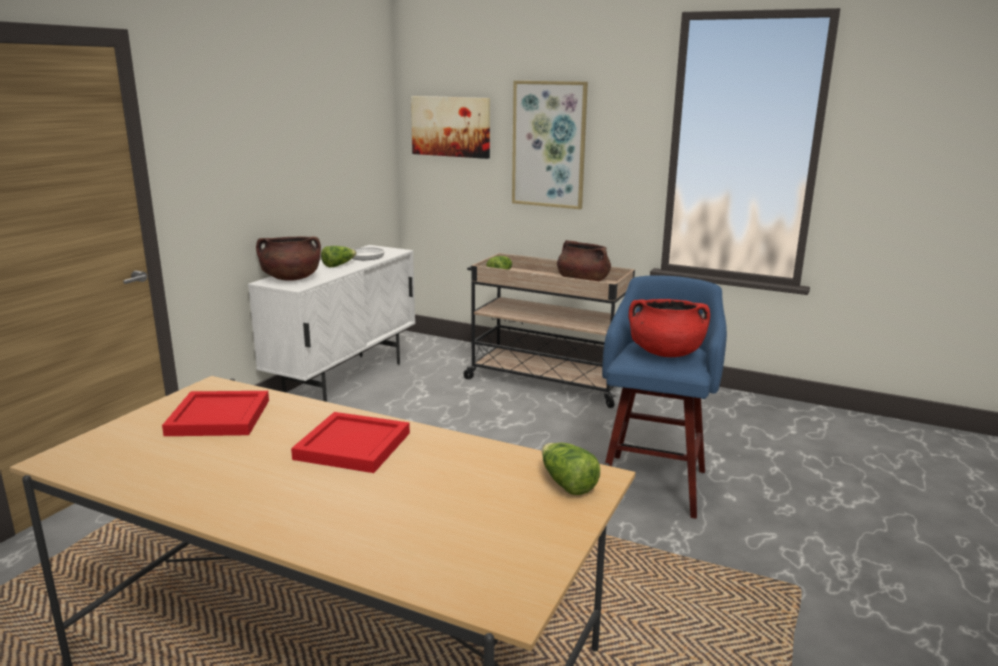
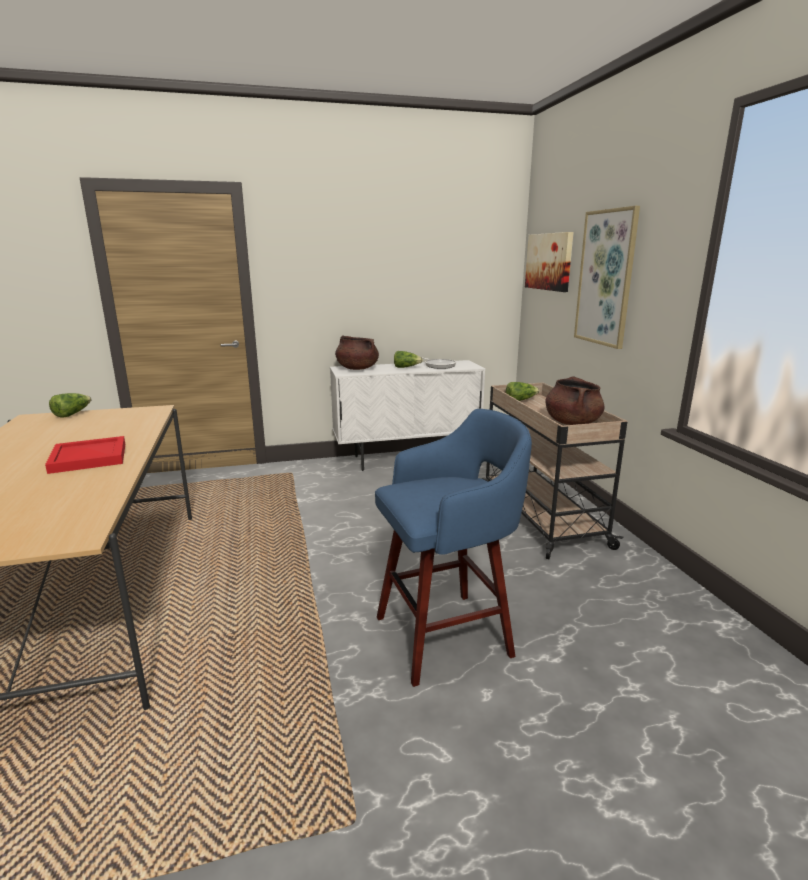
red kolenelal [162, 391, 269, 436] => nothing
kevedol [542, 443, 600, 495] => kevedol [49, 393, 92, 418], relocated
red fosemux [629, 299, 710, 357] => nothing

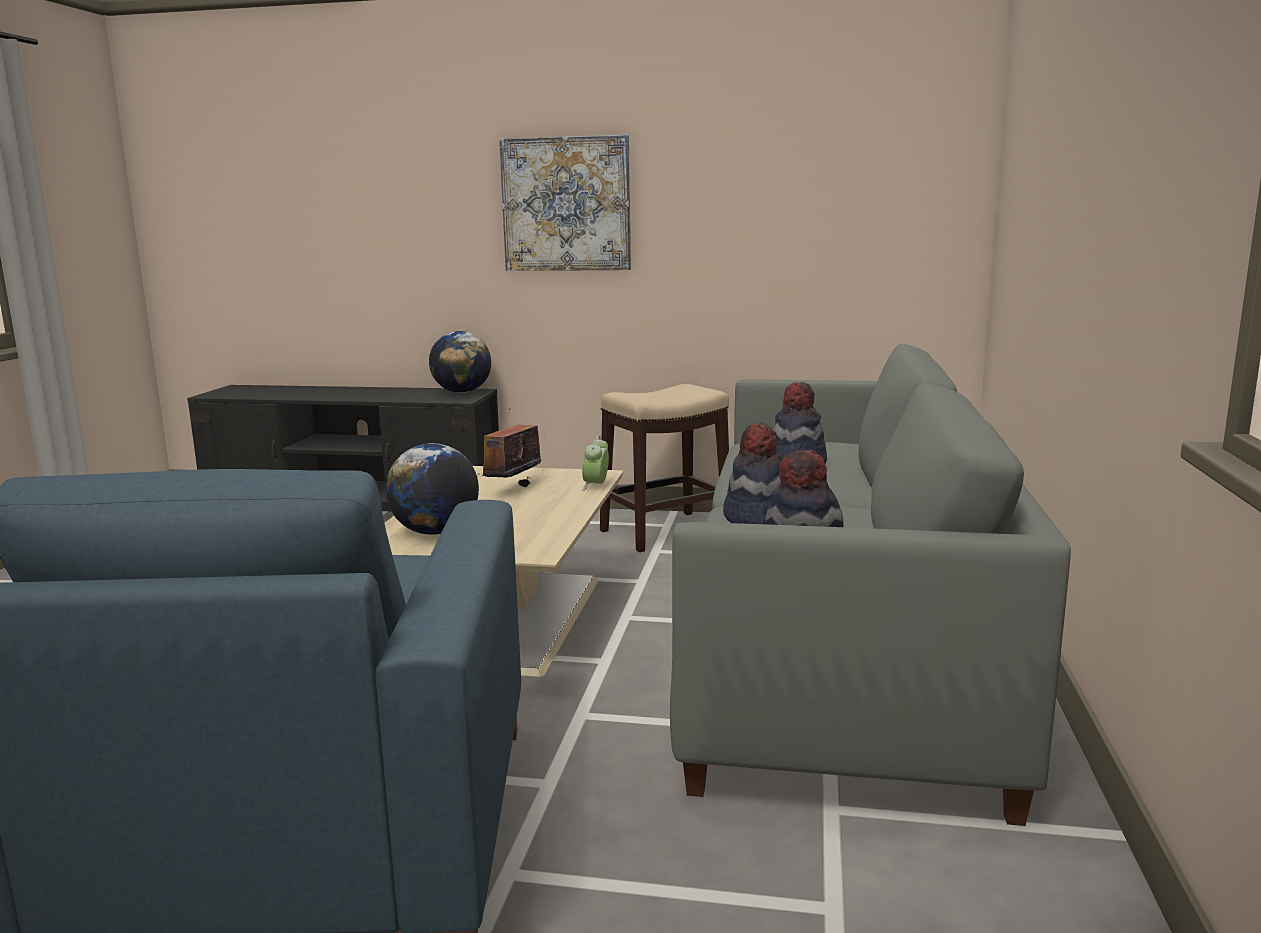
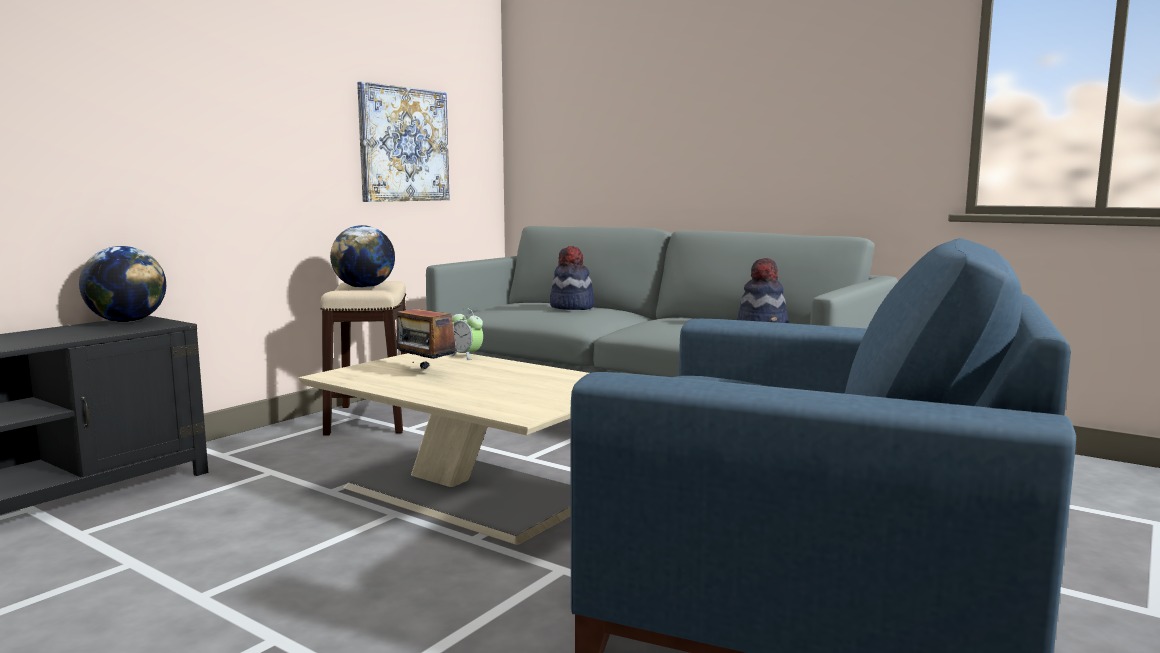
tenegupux [385, 443, 479, 535] => tenegupux [330, 225, 395, 288], relocated
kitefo [499, 134, 631, 271] => kitefo [357, 82, 450, 202], relocated
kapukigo [723, 422, 783, 524] => nothing

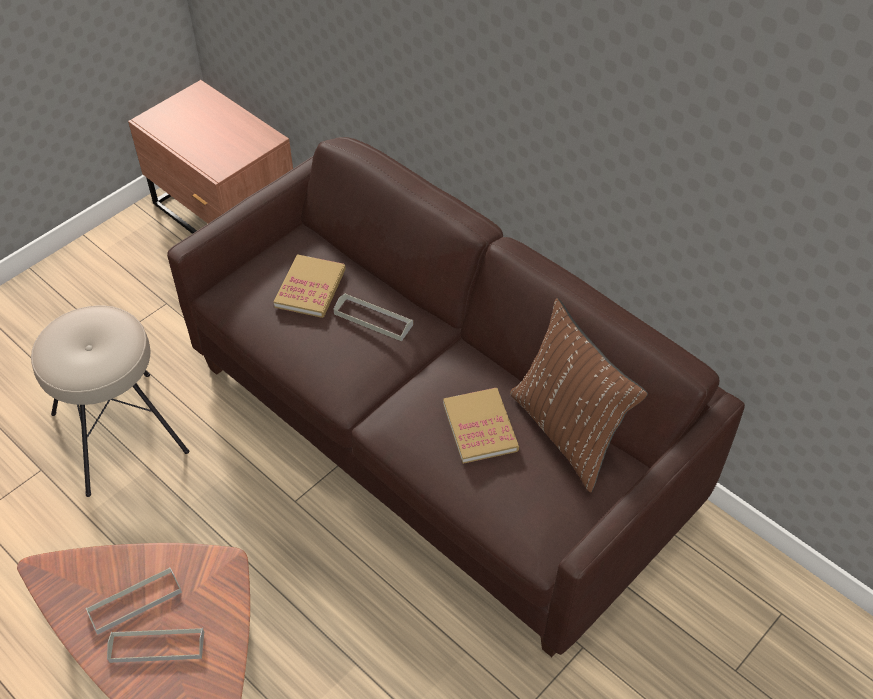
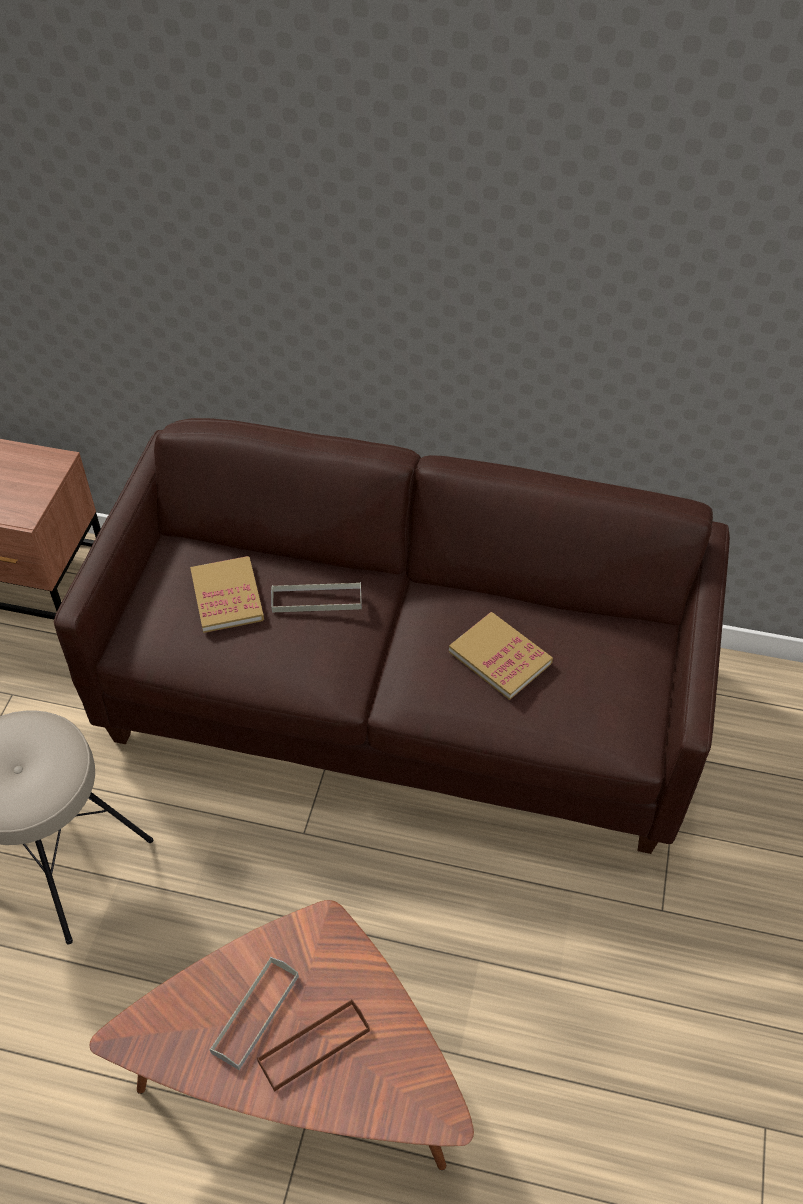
grey kolenelal [107, 628, 204, 663] => brown kolenelal [257, 999, 370, 1092]
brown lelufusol [510, 298, 648, 493] => nothing

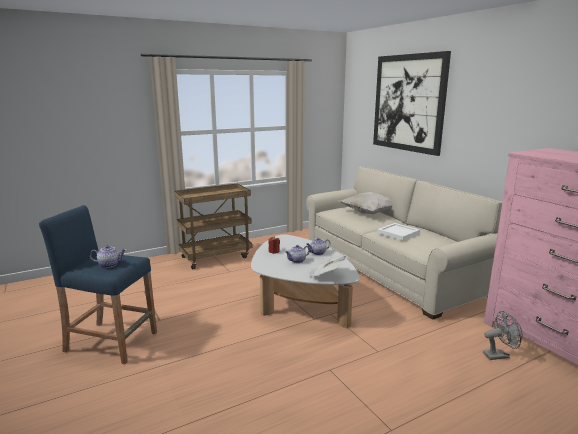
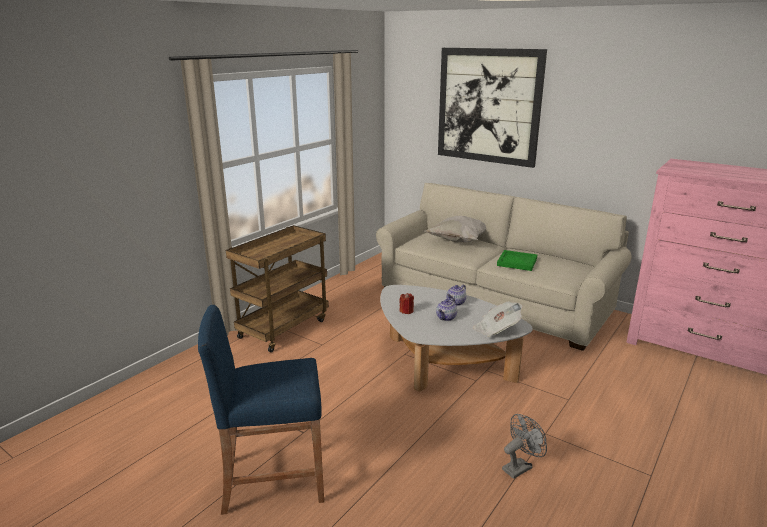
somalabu [90, 245, 126, 268] => nothing
white kolenelal [377, 223, 420, 241] => green kolenelal [497, 250, 537, 271]
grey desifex [483, 311, 523, 360] => grey desifex [502, 414, 547, 479], relocated

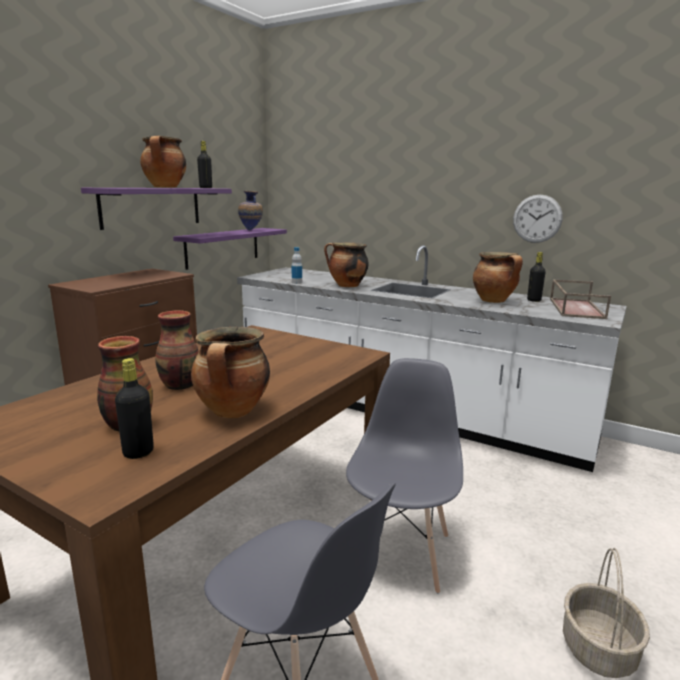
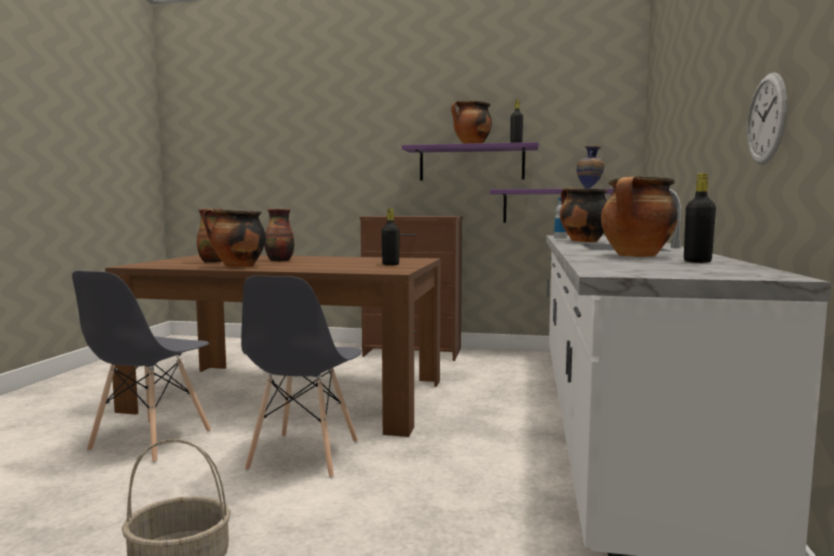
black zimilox [115, 358, 154, 459] => black zimilox [382, 209, 400, 266], relocated
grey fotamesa [346, 358, 463, 594] => grey fotamesa [241, 276, 362, 478], 105 degrees clockwise
brown kolenelal [550, 280, 611, 319] => nothing

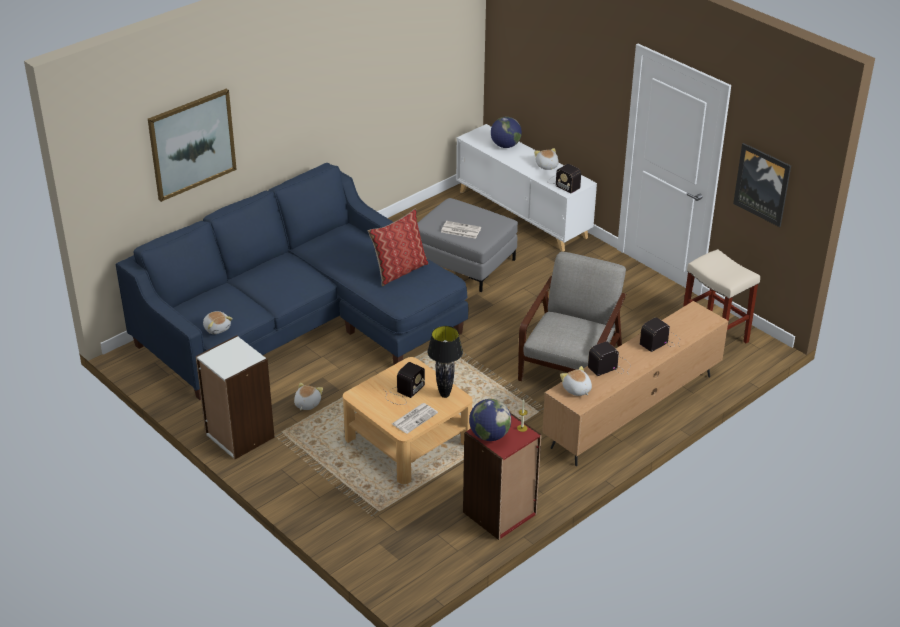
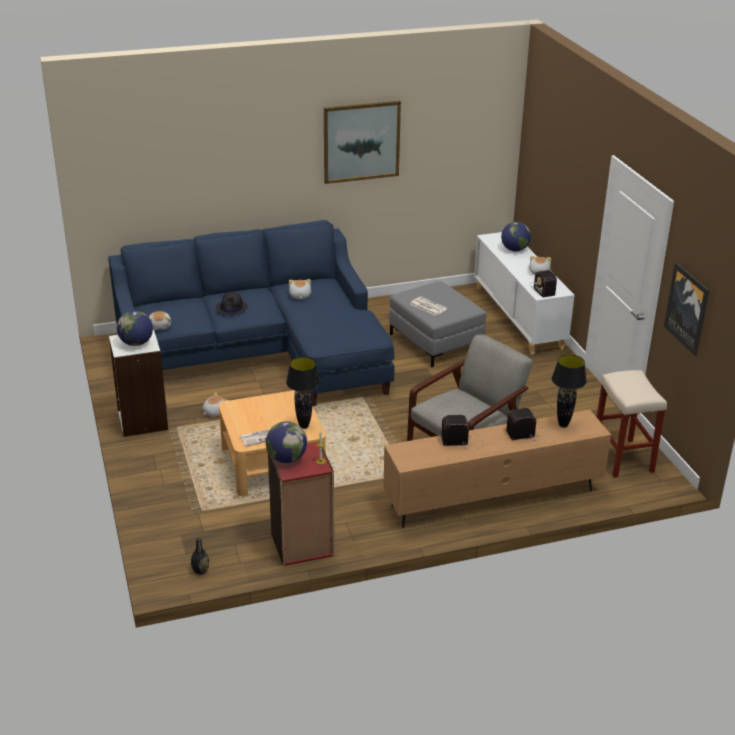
kitefo [148, 89, 237, 202] => kitefo [324, 101, 401, 184], relocated
lelufusol [368, 208, 429, 286] => nothing
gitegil [384, 362, 425, 405] => nothing
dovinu [560, 366, 592, 396] => dovinu [289, 279, 311, 299], relocated
nothing => tenegupux [117, 310, 153, 346]
nothing => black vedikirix [191, 538, 209, 574]
nothing => black kapukigo [215, 292, 248, 315]
nothing => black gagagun [551, 354, 587, 428]

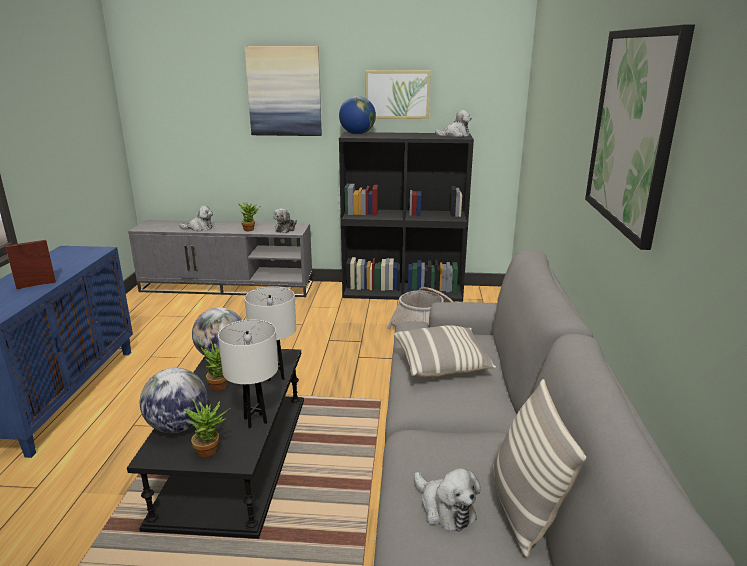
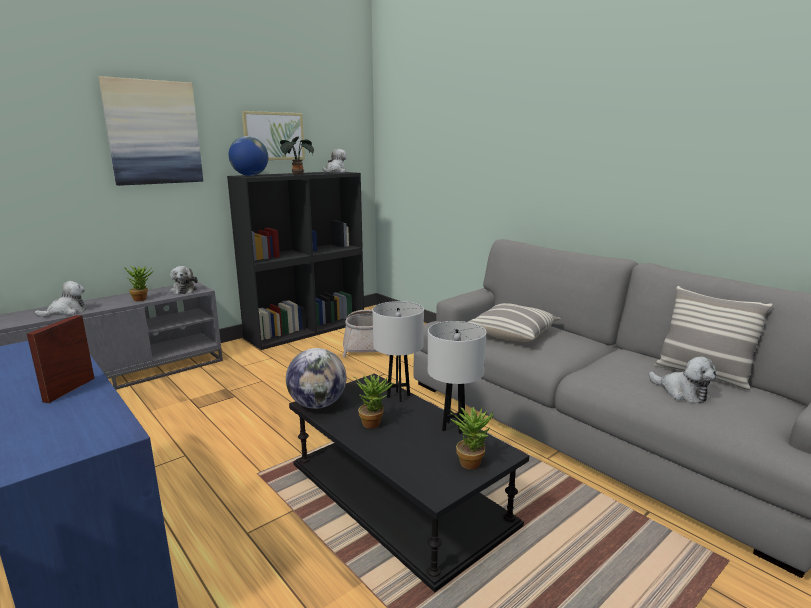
tenegupux [140, 368, 207, 433] => nothing
dovinu [414, 468, 481, 532] => dovinu [649, 357, 716, 403], 45 degrees clockwise
kitefo [585, 25, 695, 250] => nothing
nothing => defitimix [280, 137, 314, 175]

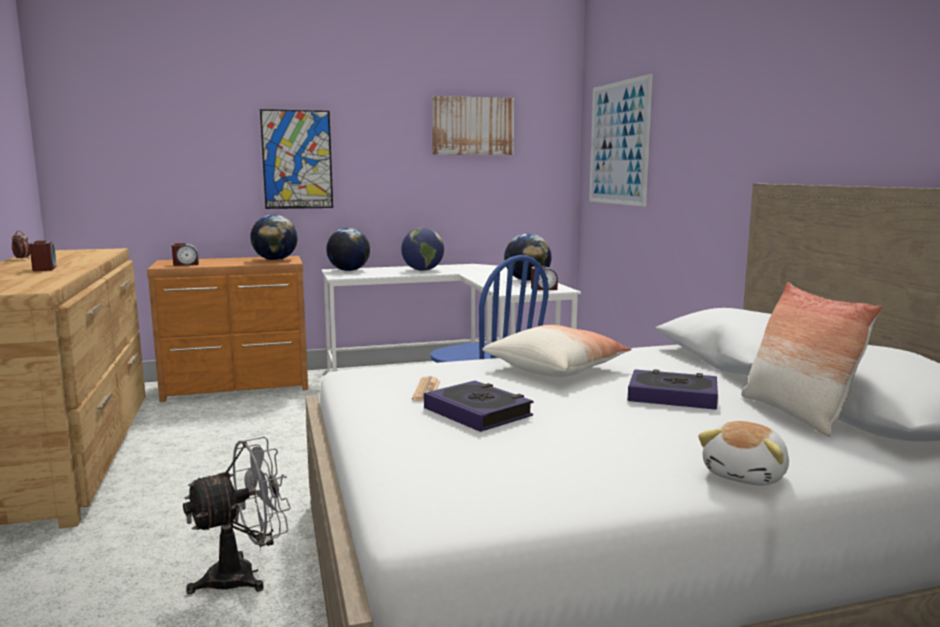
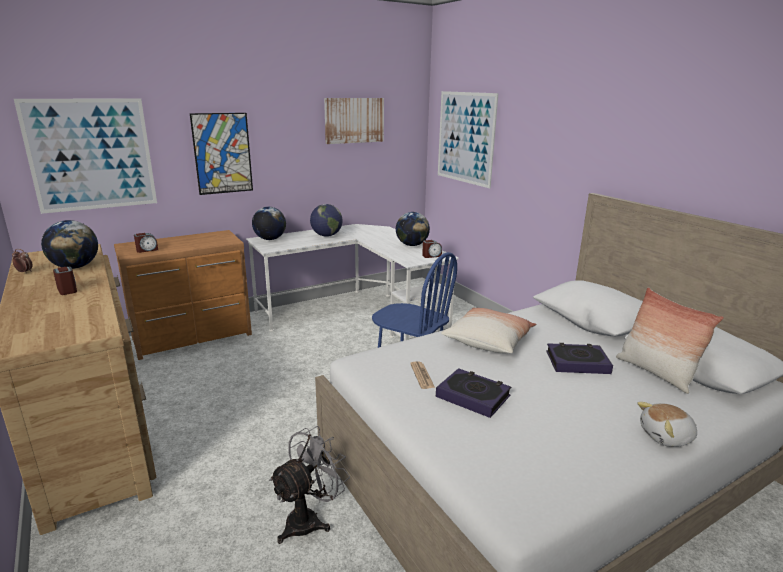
tenegupux [250, 215, 298, 260] => tenegupux [41, 220, 98, 269], relocated
dovinu [698, 421, 789, 486] => dovinu [637, 402, 697, 447], 60 degrees clockwise
nothing => kitefo [14, 99, 157, 214]

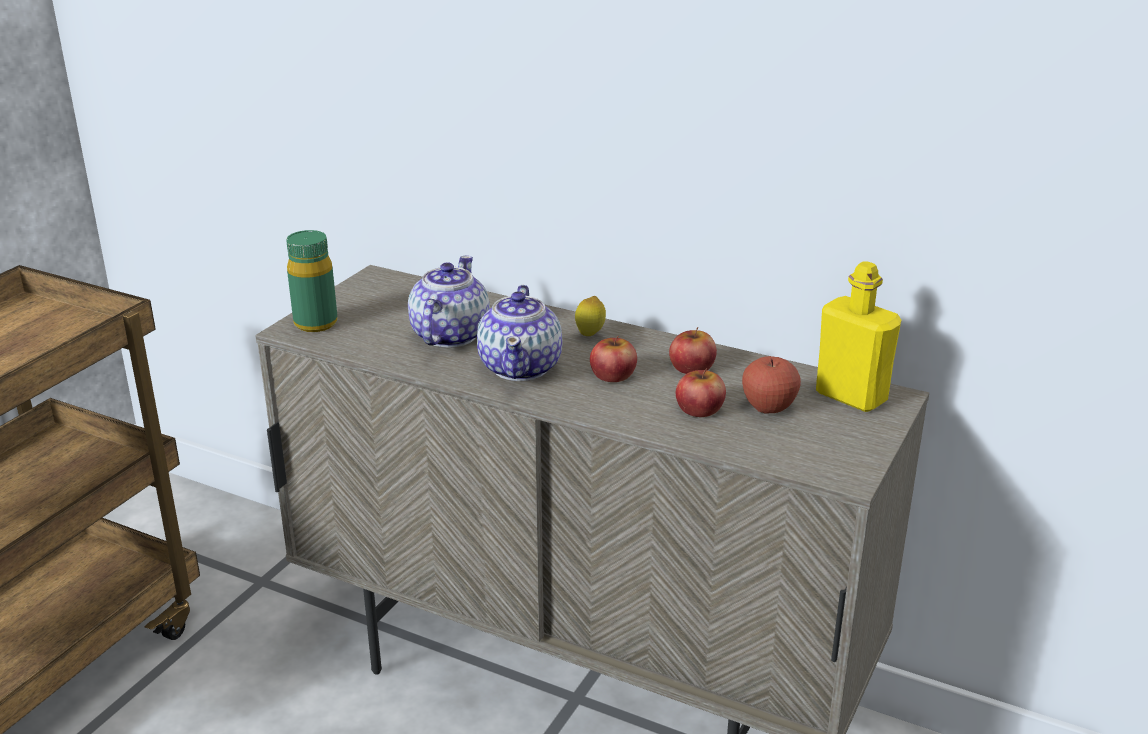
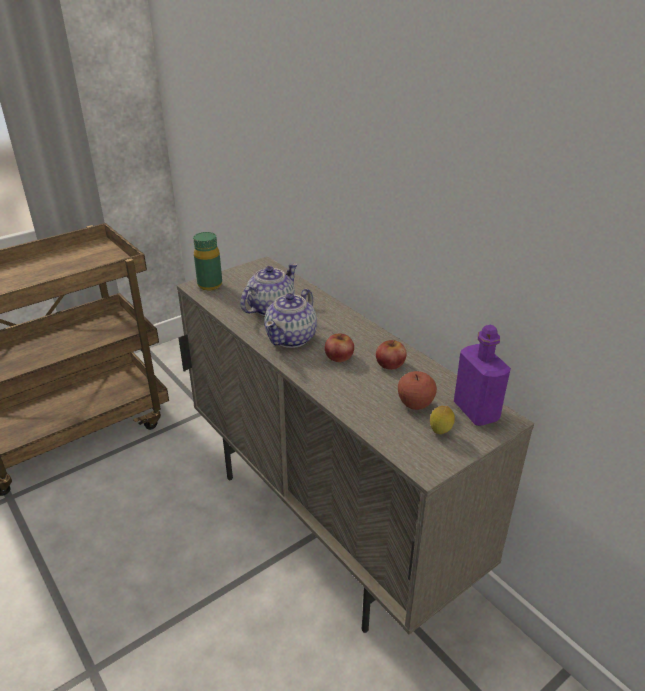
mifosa [575, 296, 606, 336] => mifosa [430, 406, 455, 434], relocated
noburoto [676, 368, 726, 417] => nothing
yellow zimilox [816, 261, 901, 412] => purple zimilox [454, 325, 511, 426]

